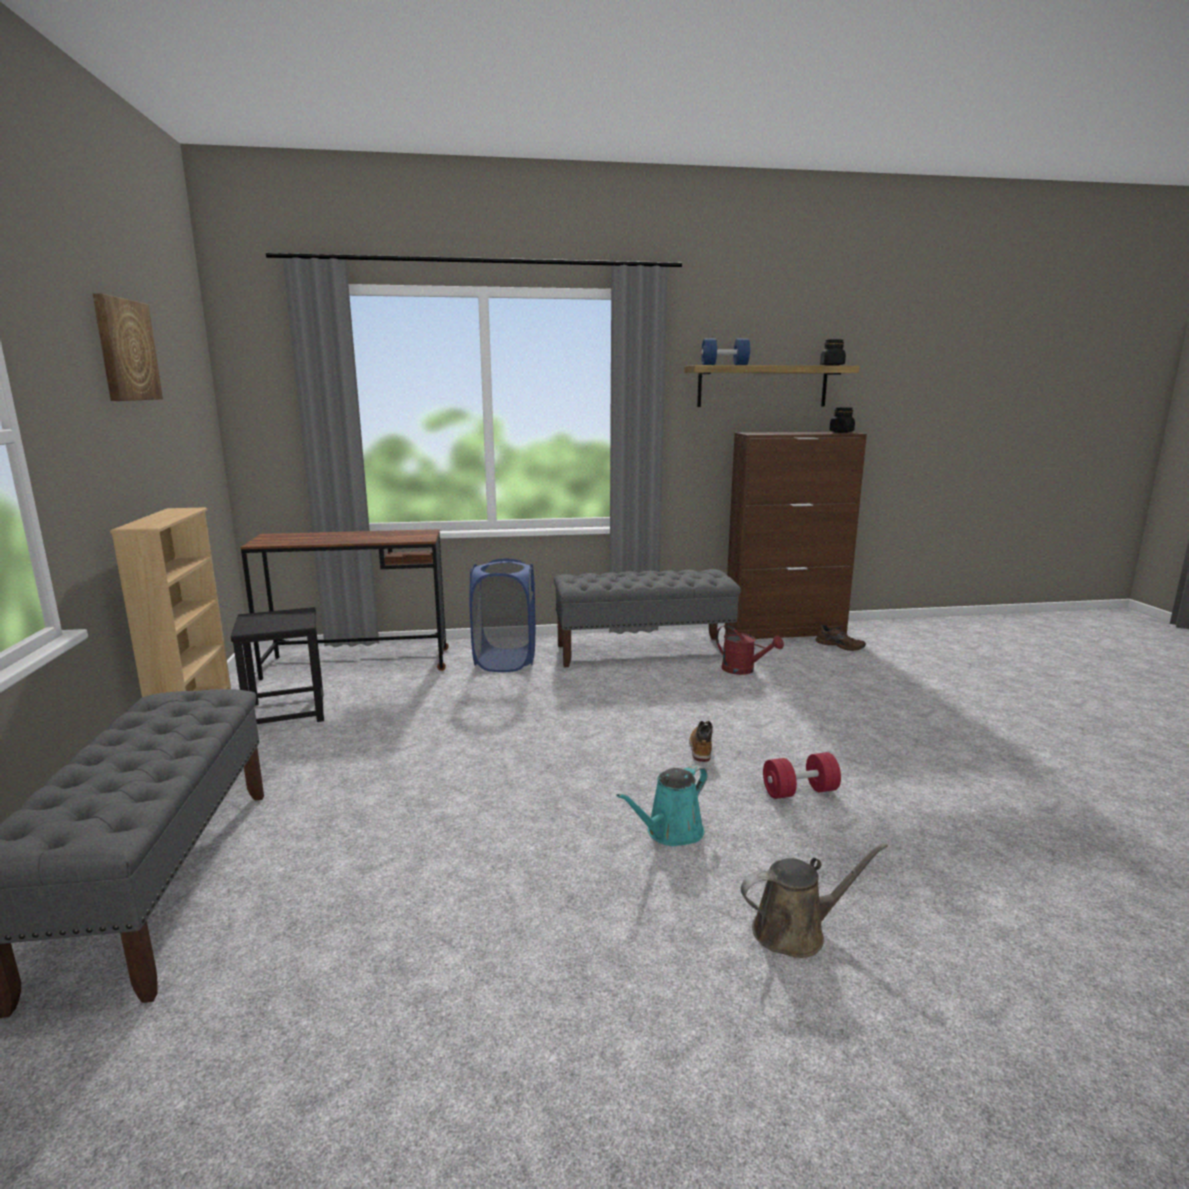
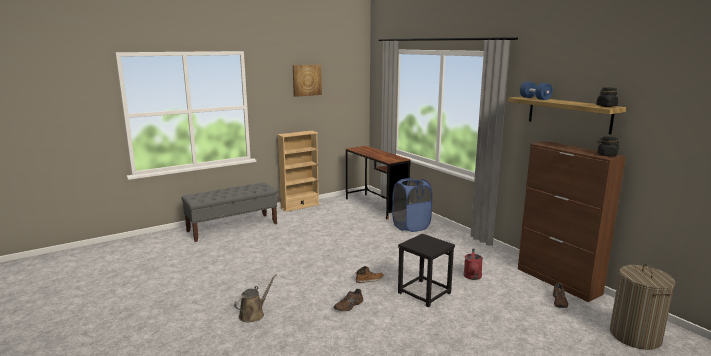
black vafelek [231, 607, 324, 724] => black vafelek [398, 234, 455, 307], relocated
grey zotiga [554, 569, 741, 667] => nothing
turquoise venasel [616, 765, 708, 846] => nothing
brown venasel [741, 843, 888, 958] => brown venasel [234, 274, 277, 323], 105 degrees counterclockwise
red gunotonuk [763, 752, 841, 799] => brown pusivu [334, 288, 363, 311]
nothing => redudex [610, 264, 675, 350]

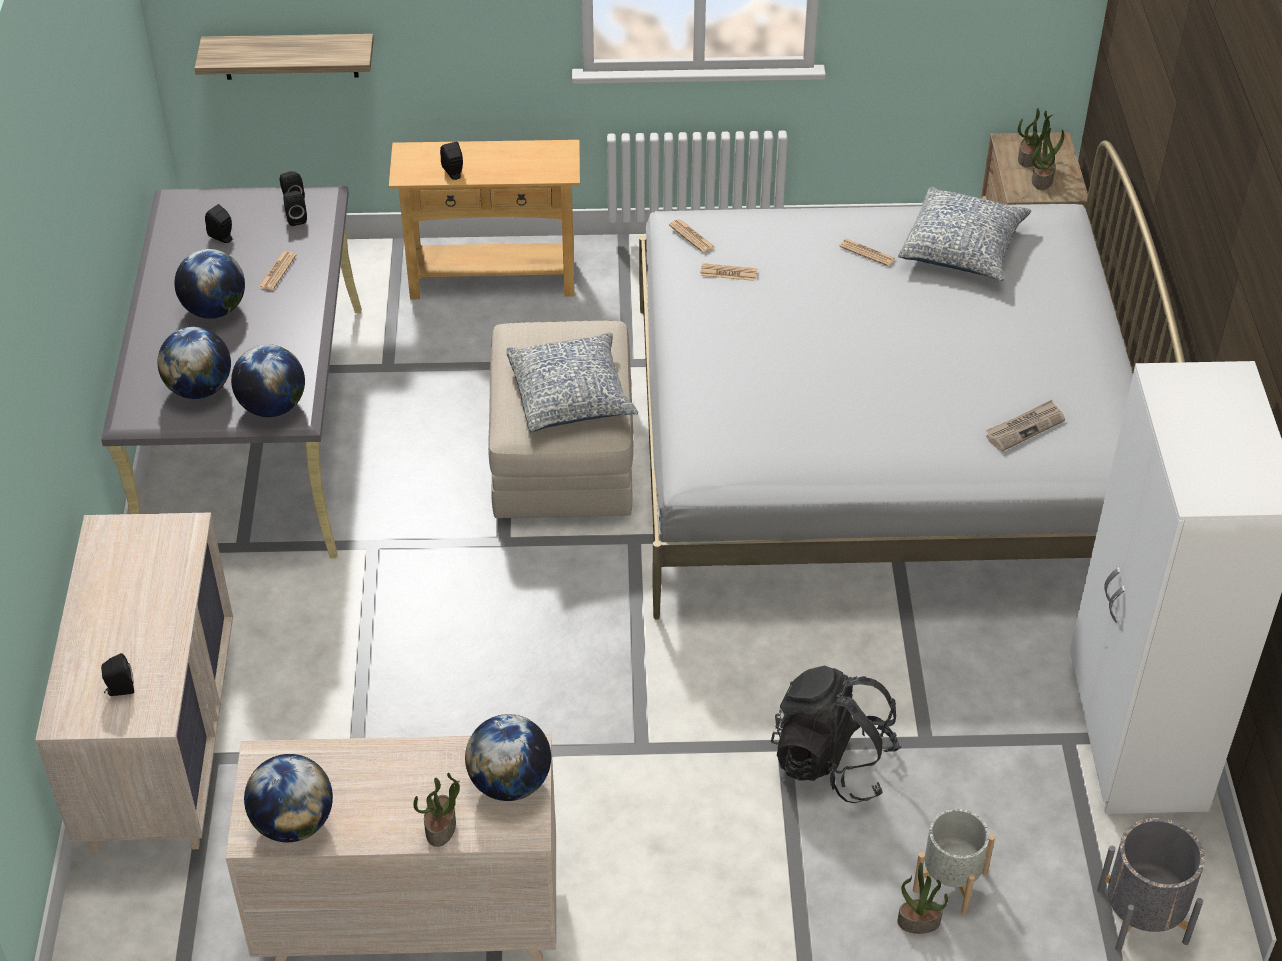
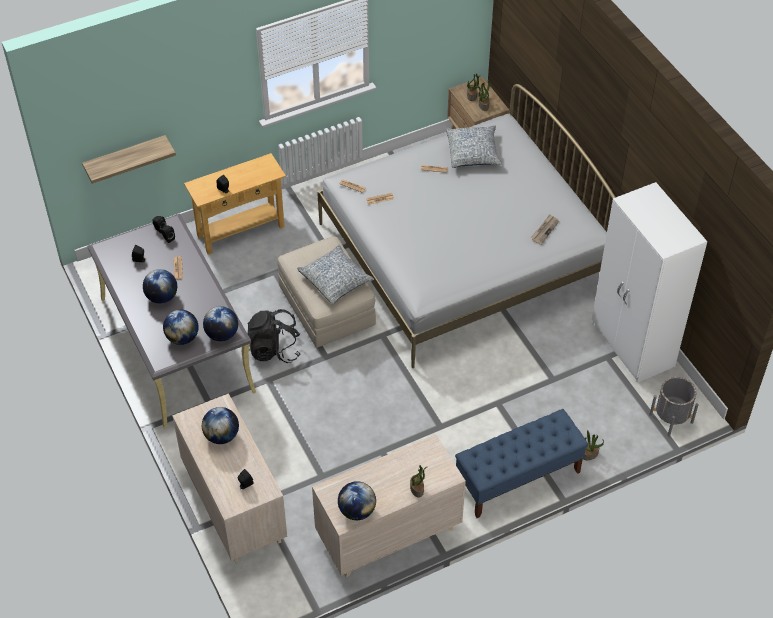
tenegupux [465, 714, 551, 801] => tenegupux [202, 407, 239, 444], relocated
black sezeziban [771, 665, 902, 803] => black sezeziban [248, 309, 301, 363], relocated
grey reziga [913, 809, 995, 915] => nothing
nothing => blue zotiga [455, 409, 588, 518]

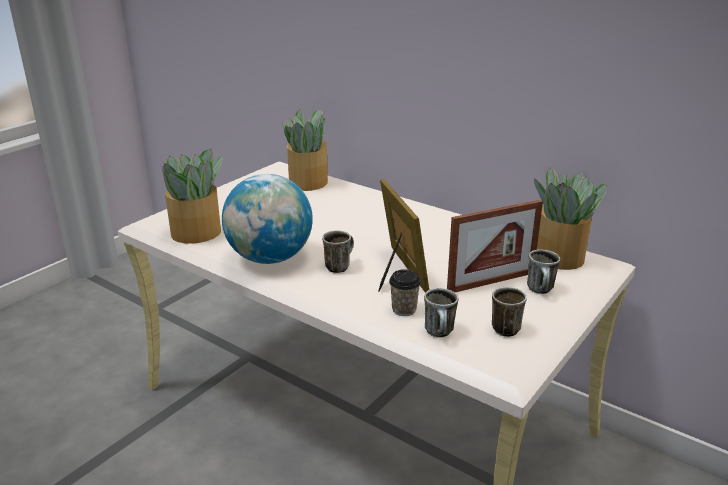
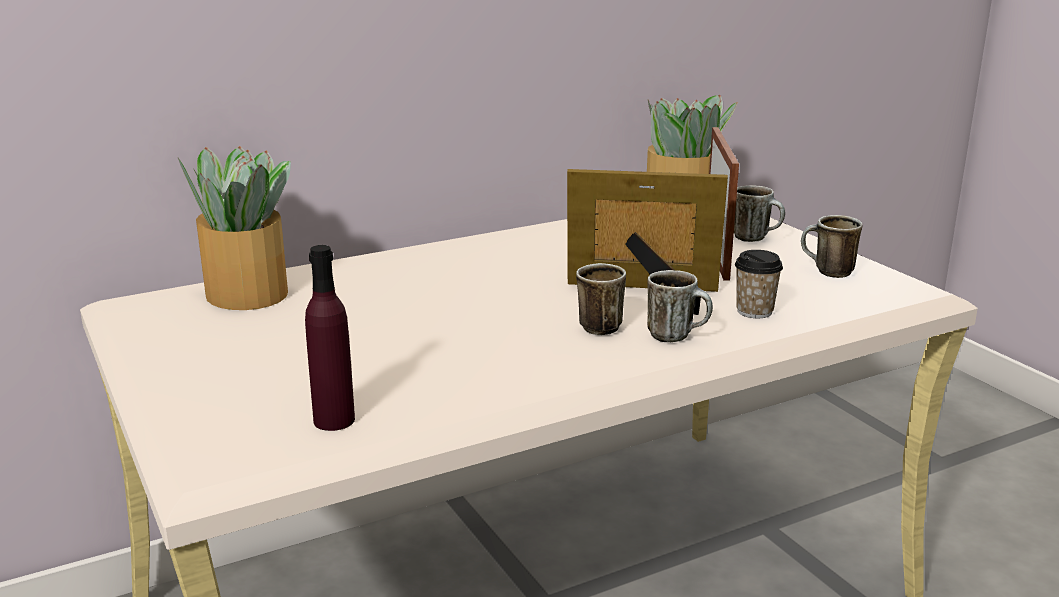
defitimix [162, 149, 223, 244] => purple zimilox [305, 245, 355, 431]
tenegupux [222, 174, 313, 264] => nothing
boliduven [424, 288, 458, 337] => boliduven [647, 270, 713, 342], relocated

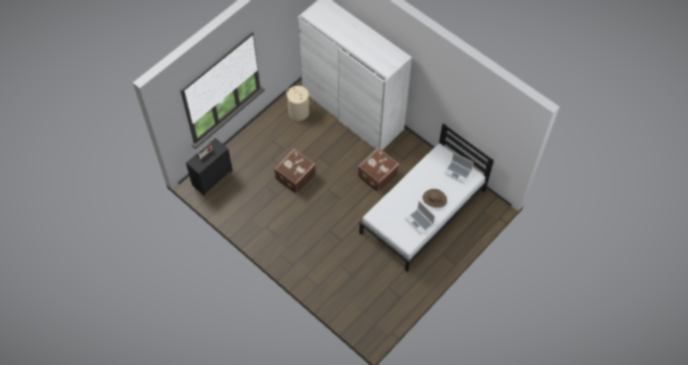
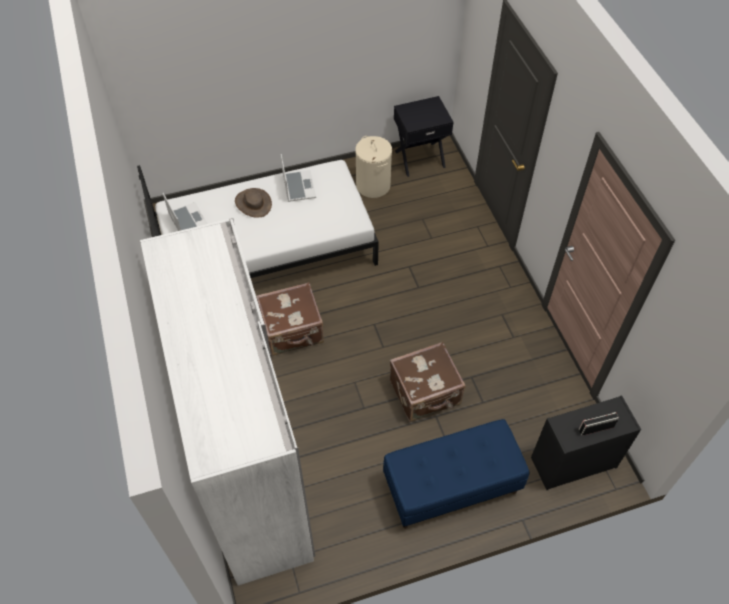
beige redudex [286, 86, 309, 121] => beige redudex [355, 136, 392, 198], relocated
nothing => blue zotiga [383, 419, 530, 529]
nothing => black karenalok [394, 96, 454, 177]

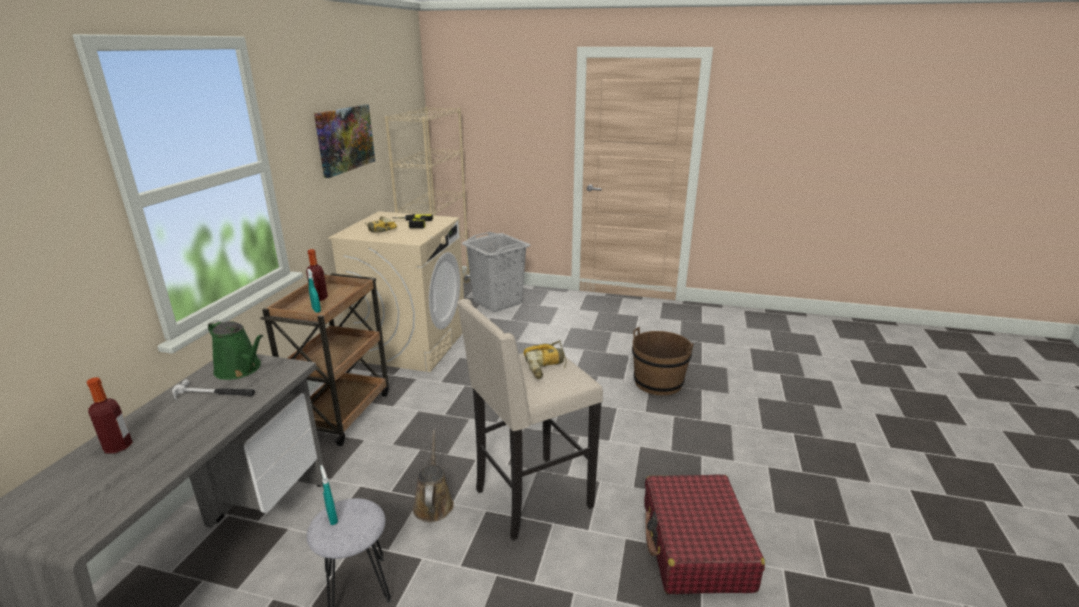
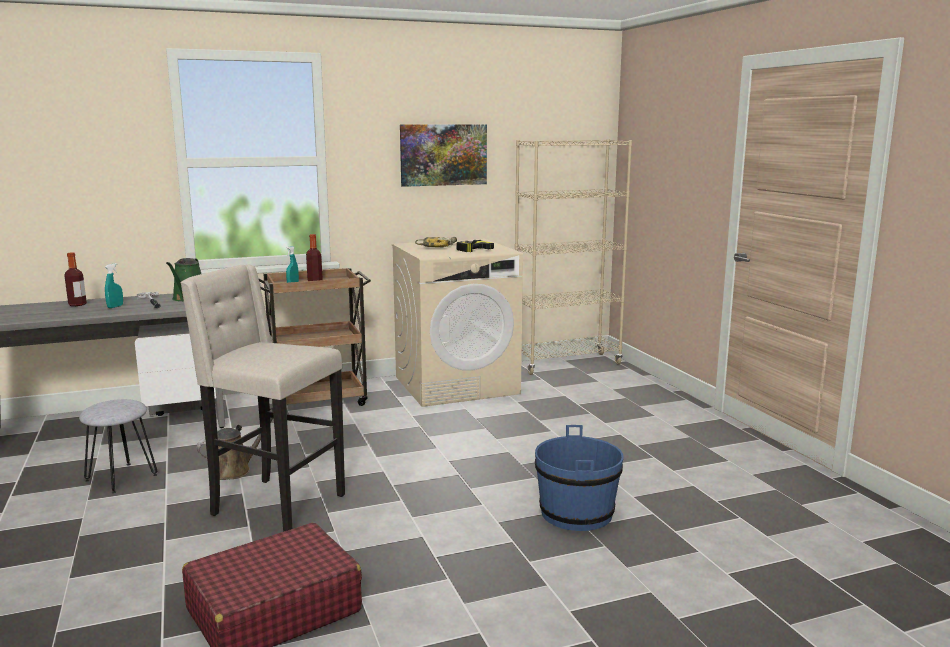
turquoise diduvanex [320, 465, 338, 525] => turquoise diduvanex [105, 263, 123, 308], relocated
grey redudex [462, 232, 530, 312] => nothing
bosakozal [524, 340, 567, 379] => nothing
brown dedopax [632, 327, 694, 395] => blue dedopax [535, 425, 624, 531]

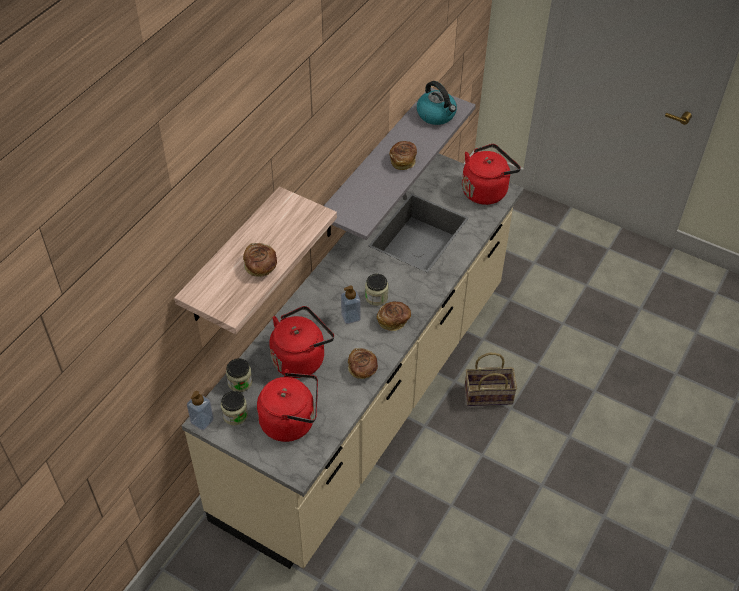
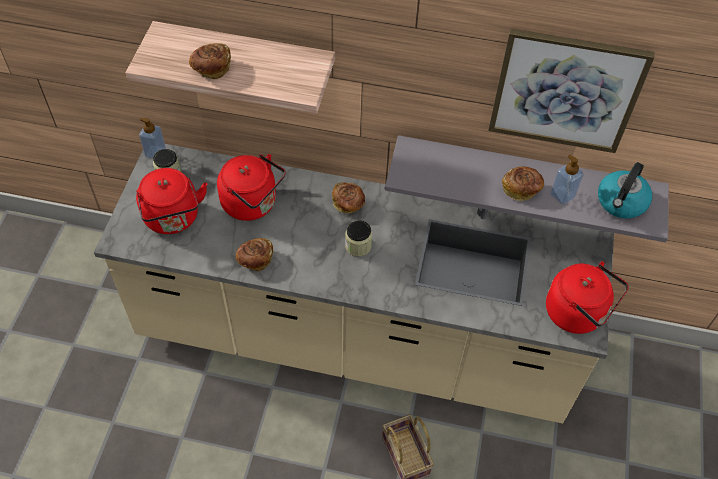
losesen [226, 358, 252, 392] => nothing
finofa [341, 285, 361, 324] => finofa [550, 155, 584, 205], relocated
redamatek [377, 302, 411, 331] => redamatek [332, 182, 365, 214], relocated
nothing => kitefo [488, 28, 655, 153]

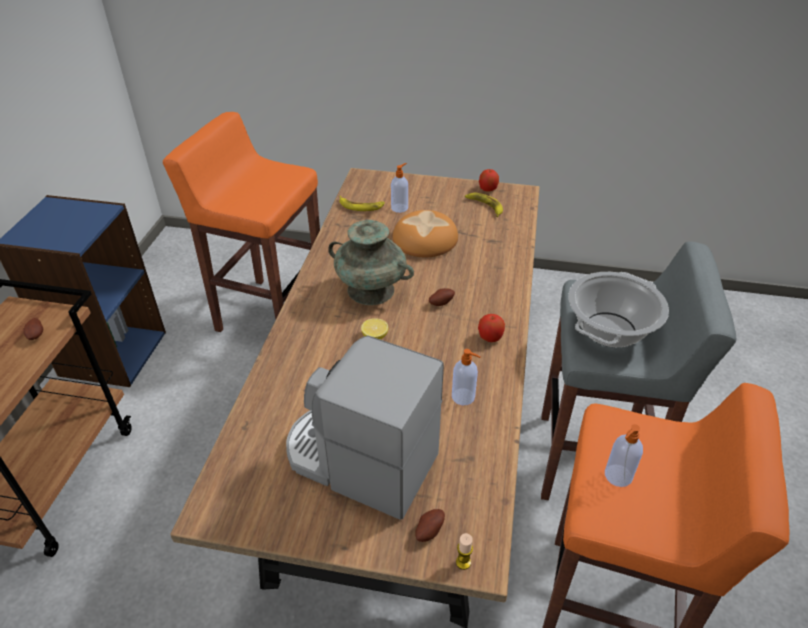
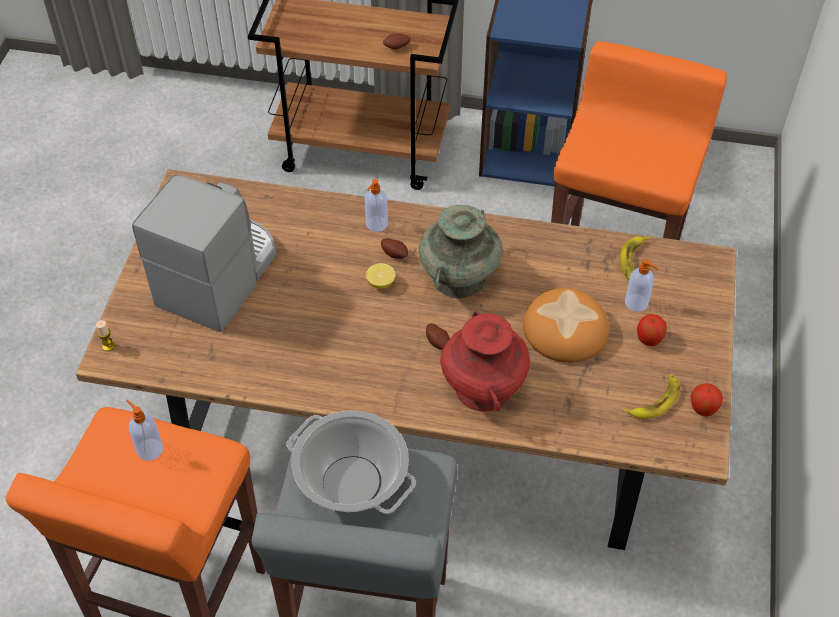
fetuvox [415, 509, 445, 542] => fetuvox [381, 238, 408, 259], relocated
finofa [452, 349, 481, 405] => finofa [365, 179, 388, 232], relocated
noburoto [478, 314, 505, 342] => noburoto [637, 314, 667, 346], relocated
nothing => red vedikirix [440, 311, 530, 412]

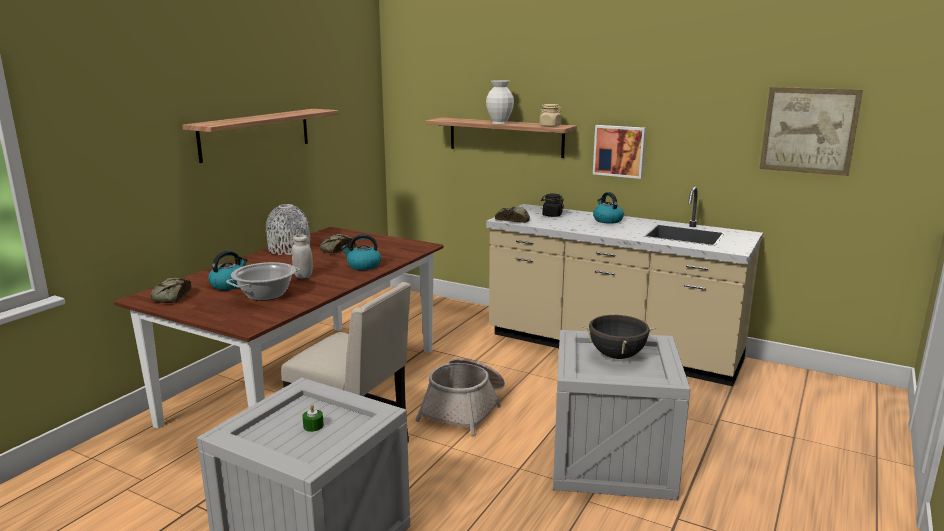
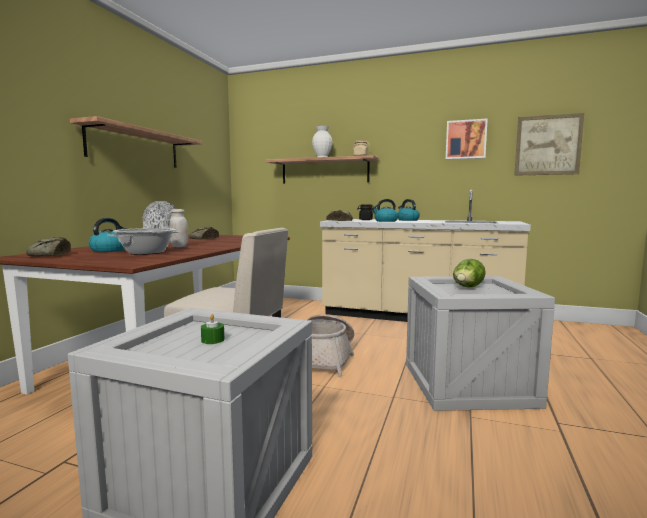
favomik [341, 234, 381, 270] => favomik [372, 199, 398, 222], relocated
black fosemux [582, 313, 656, 359] => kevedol [453, 259, 486, 288]
kitefo [593, 125, 646, 179] => kitefo [446, 118, 488, 160], relocated

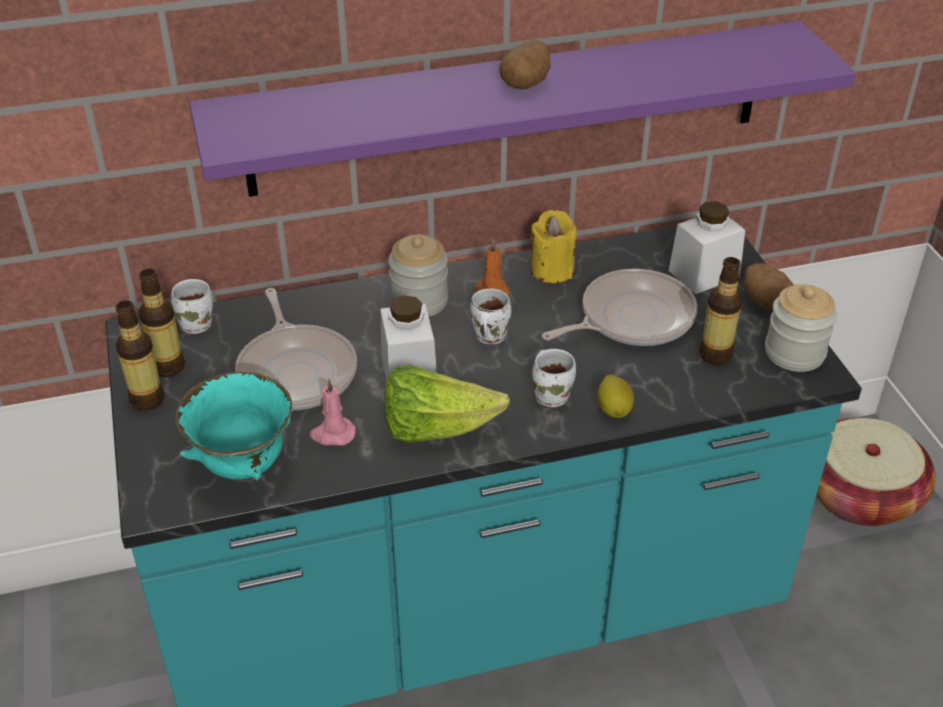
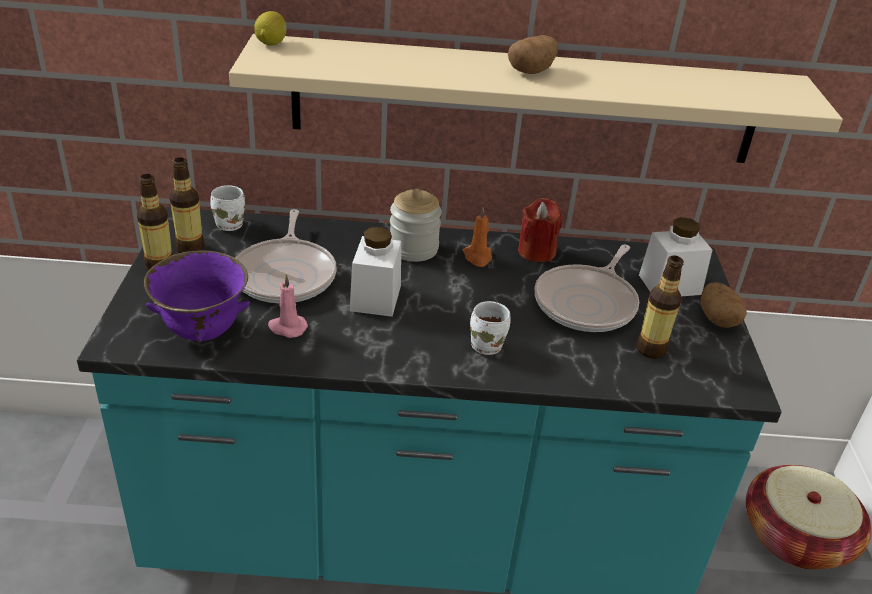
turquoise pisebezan [175, 372, 292, 481] => purple pisebezan [144, 251, 250, 343]
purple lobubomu [189, 21, 856, 197] => beige lobubomu [229, 34, 843, 163]
kevedol [384, 364, 510, 443] => nothing
white boliduven [470, 288, 511, 344] => nothing
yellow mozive [531, 210, 577, 283] => red mozive [518, 198, 563, 262]
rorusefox [542, 269, 697, 346] => rorusefox [535, 244, 639, 332], 135 degrees clockwise
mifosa [597, 375, 634, 418] => mifosa [254, 11, 287, 46], relocated
losesen [765, 284, 837, 372] => nothing

